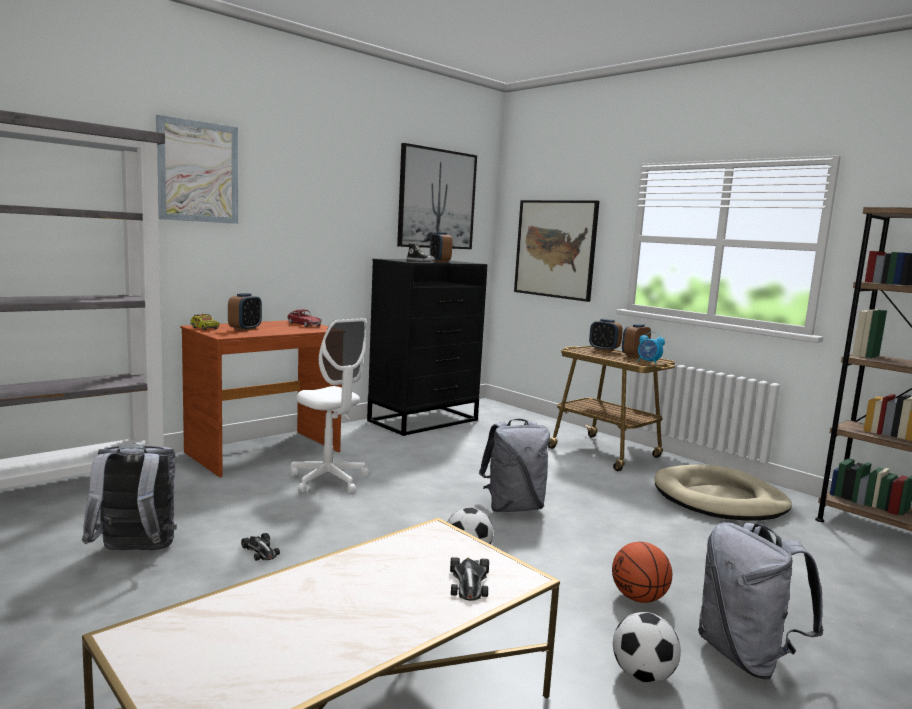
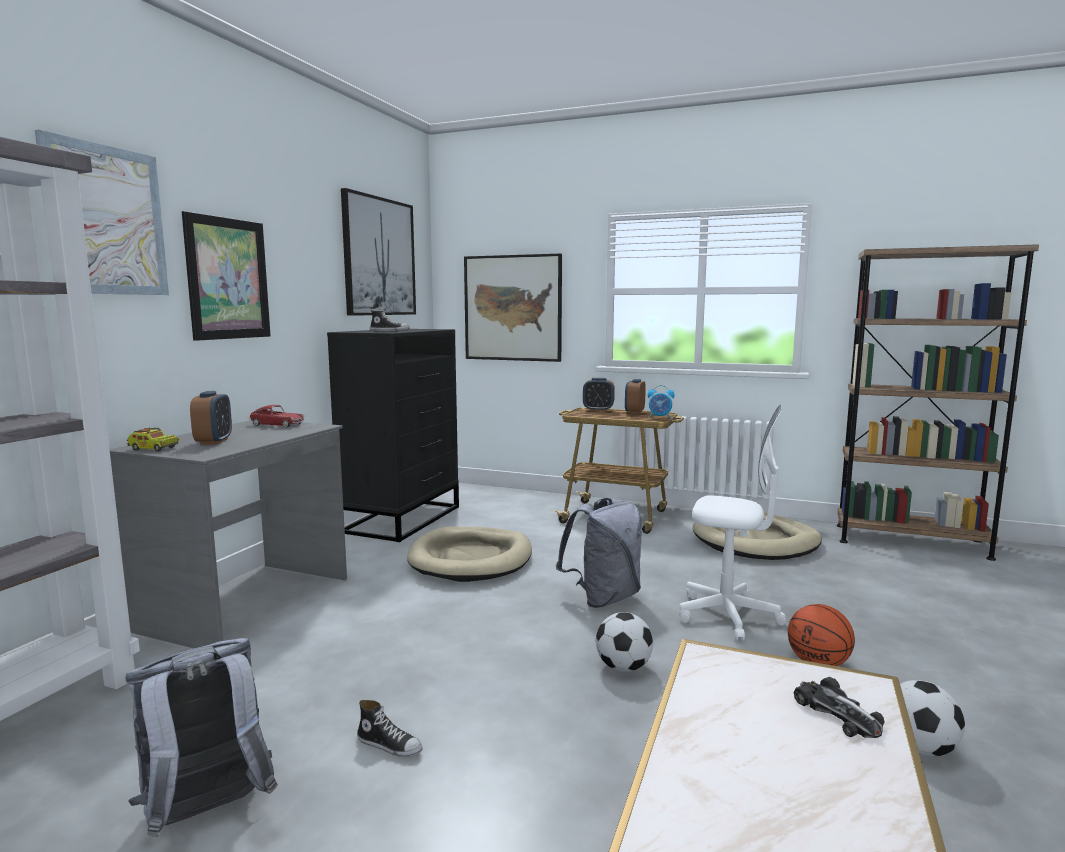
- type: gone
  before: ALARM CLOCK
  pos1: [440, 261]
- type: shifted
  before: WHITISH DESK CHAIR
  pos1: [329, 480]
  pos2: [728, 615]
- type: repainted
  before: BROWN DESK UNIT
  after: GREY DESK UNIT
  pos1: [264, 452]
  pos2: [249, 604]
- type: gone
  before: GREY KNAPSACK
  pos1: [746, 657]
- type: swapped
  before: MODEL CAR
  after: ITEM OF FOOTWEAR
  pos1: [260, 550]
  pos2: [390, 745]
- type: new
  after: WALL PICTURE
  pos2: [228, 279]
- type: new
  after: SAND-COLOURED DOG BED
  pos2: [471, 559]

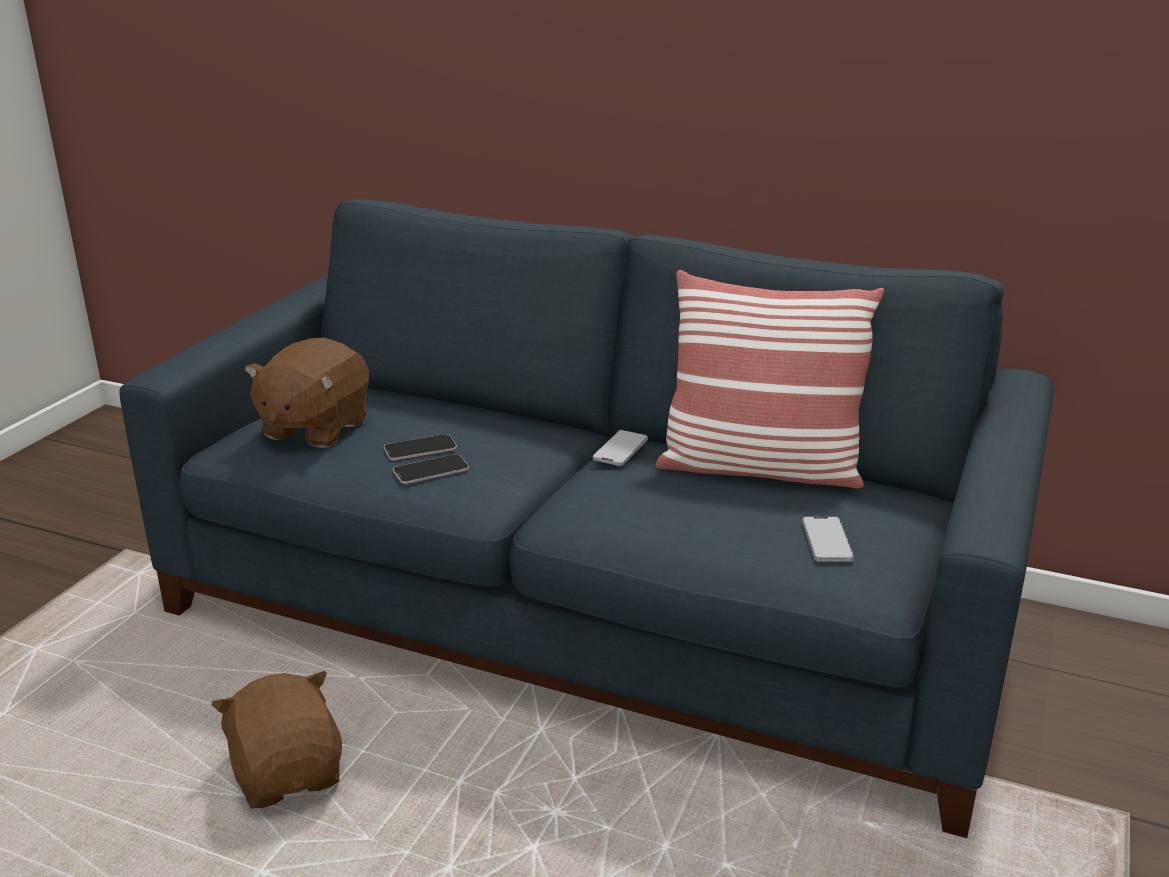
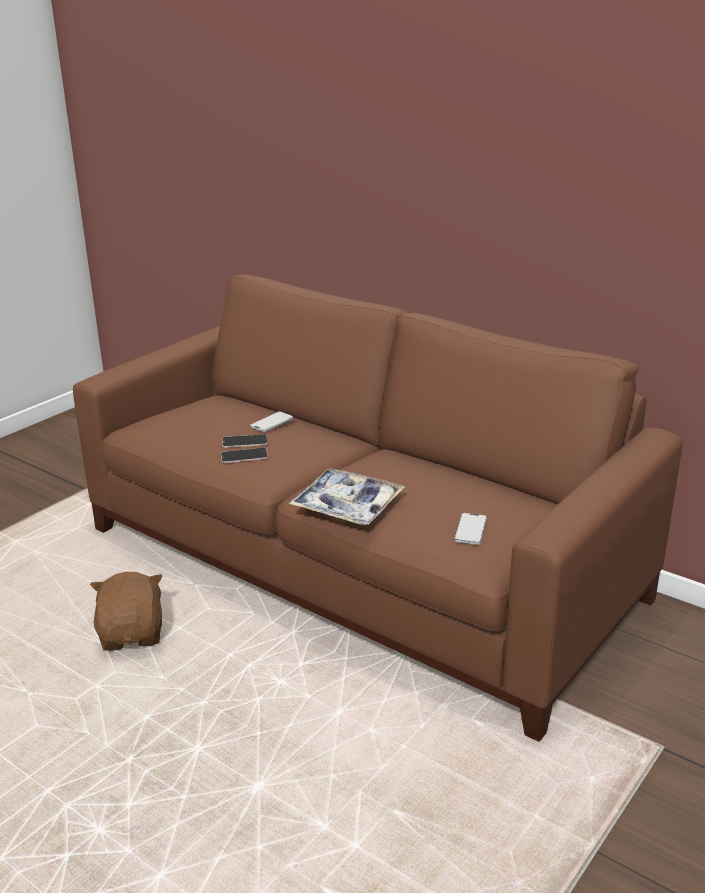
- type: repainted
  before: BLUE-COLOURED SOFA
  after: BROWN SOFA
  pos1: [588, 612]
  pos2: [356, 564]
- type: gone
  before: CUSHION
  pos1: [759, 468]
- type: gone
  before: BROWN SOFT TOY
  pos1: [314, 428]
- type: shifted
  before: TELEPHONE
  pos1: [620, 449]
  pos2: [272, 422]
- type: new
  after: CARRYING TRAY
  pos2: [347, 506]

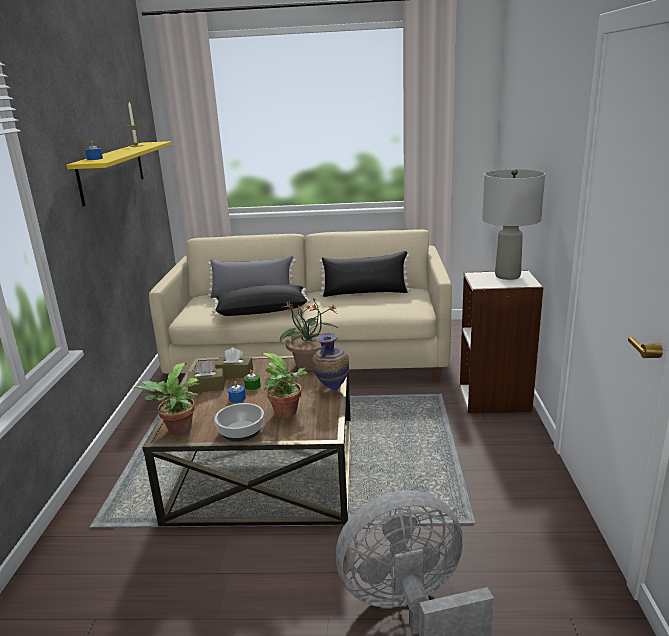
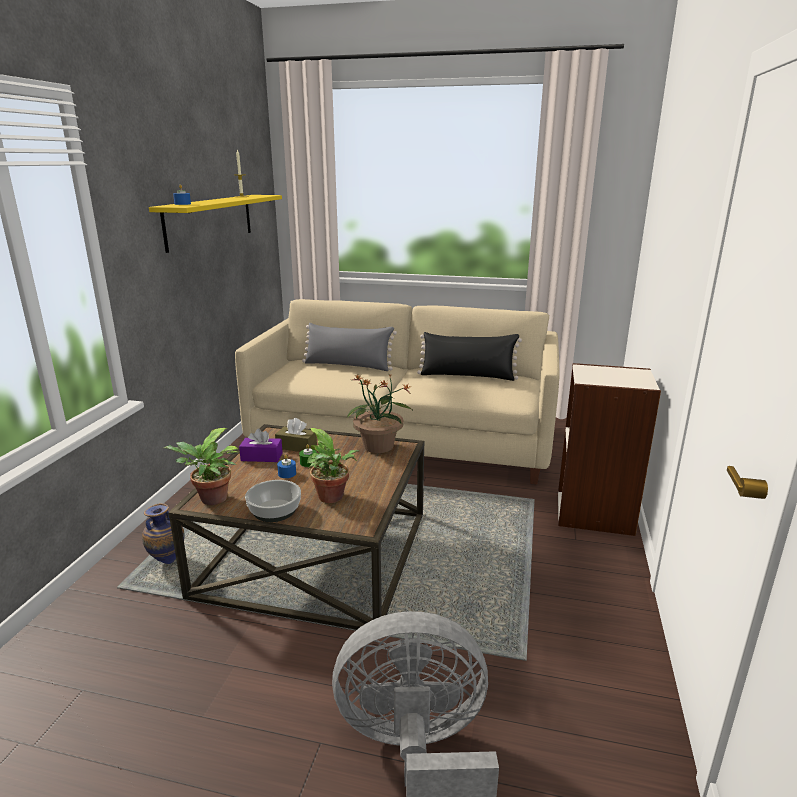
- type: gone
  before: GREY LAMP FOR A TABLE
  pos1: [507, 276]
- type: gone
  before: BLACKISH CUSHION
  pos1: [262, 310]
- type: shifted
  before: VASE
  pos1: [331, 389]
  pos2: [168, 561]
- type: repainted
  before: BROWN TISSUE BOX
  after: PURPLISH TISSUE BOX
  pos1: [207, 387]
  pos2: [261, 457]

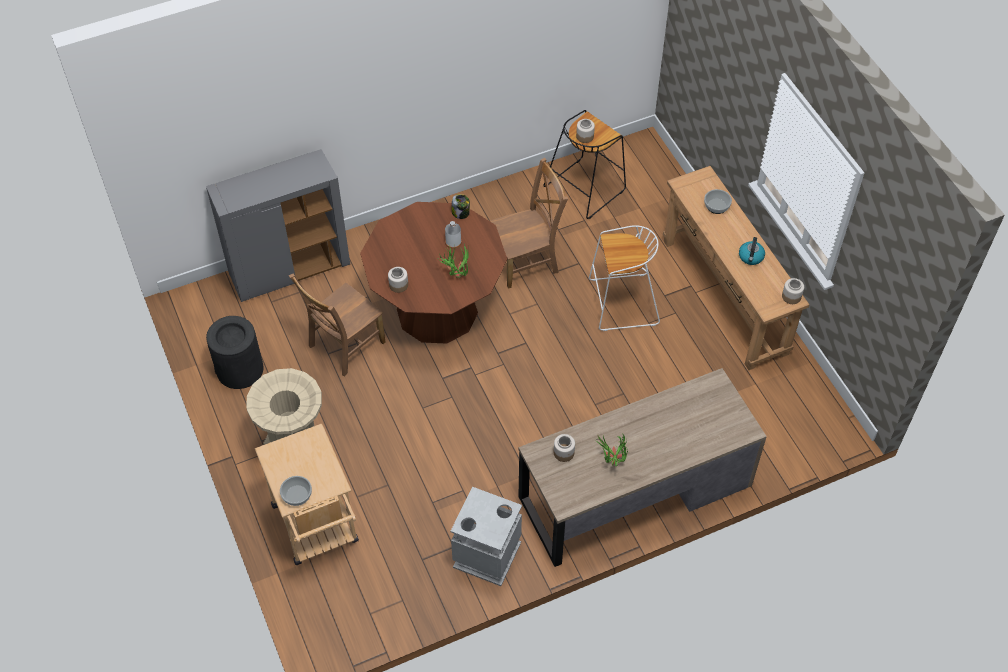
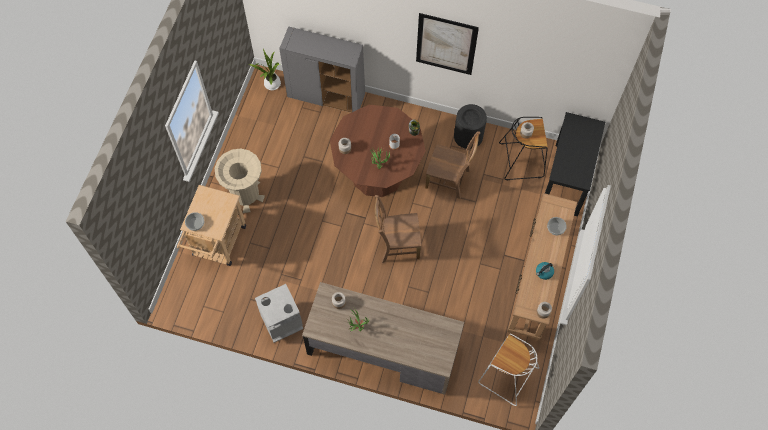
- type: shifted
  before: WHITISH SITTING STOOL
  pos1: [622, 303]
  pos2: [506, 375]
- type: shifted
  before: BROWN PLAIN CHAIR
  pos1: [344, 346]
  pos2: [396, 244]
- type: shifted
  before: BLACKISH RUBBISH BIN
  pos1: [240, 369]
  pos2: [468, 136]
- type: new
  after: WALL PICTURE
  pos2: [446, 44]
- type: new
  after: PLANT IN A POT
  pos2: [271, 84]
- type: new
  after: BLACKISH DESK UNIT
  pos2: [566, 179]

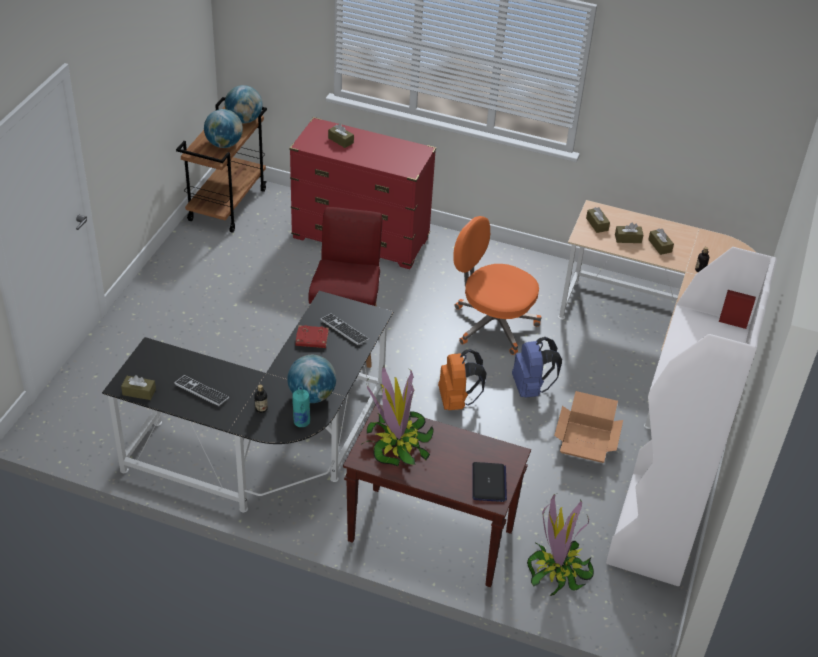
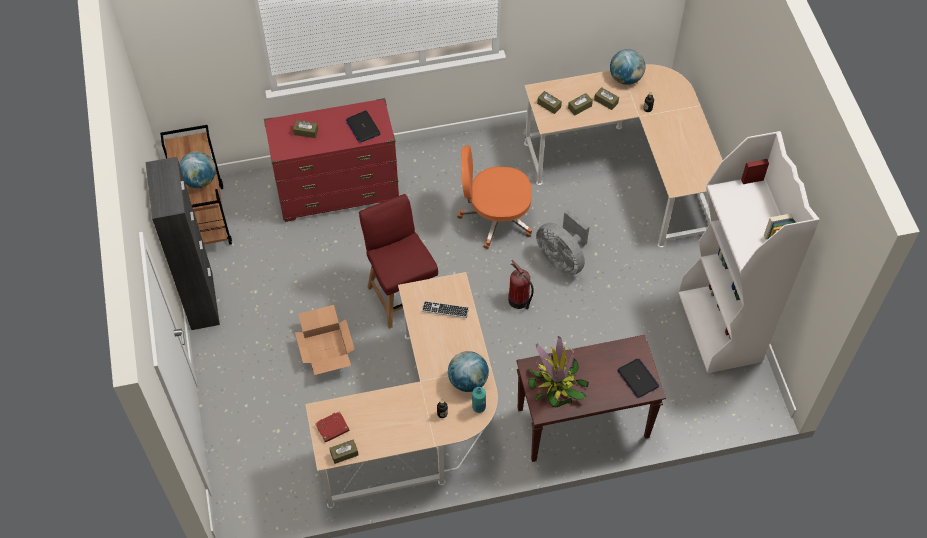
- type: shifted
  before: GLOBE
  pos1: [244, 120]
  pos2: [625, 78]
- type: repainted
  before: BLACKISH DESK UNIT
  after: SAND-COLOURED DESK UNIT
  pos1: [268, 451]
  pos2: [421, 424]
- type: shifted
  before: RED-COLOURED BOOK
  pos1: [311, 339]
  pos2: [332, 428]
- type: swapped
  before: BLUE-COLOURED KNAPSACK
  after: GREY ELECTRIC FAN
  pos1: [531, 388]
  pos2: [562, 259]
- type: swapped
  before: ORANGE-COLOURED KNAPSACK
  after: FIRE EXTINGUISHER
  pos1: [457, 401]
  pos2: [519, 301]
- type: gone
  before: COMPUTER KEYBOARD
  pos1: [201, 391]
- type: shifted
  before: CARTON
  pos1: [585, 441]
  pos2: [325, 349]
- type: gone
  before: PLANT IN A POT
  pos1: [557, 569]
- type: new
  after: LAPTOP
  pos2: [363, 127]
- type: new
  after: BLACKISH STORAGE CABINET
  pos2: [202, 301]

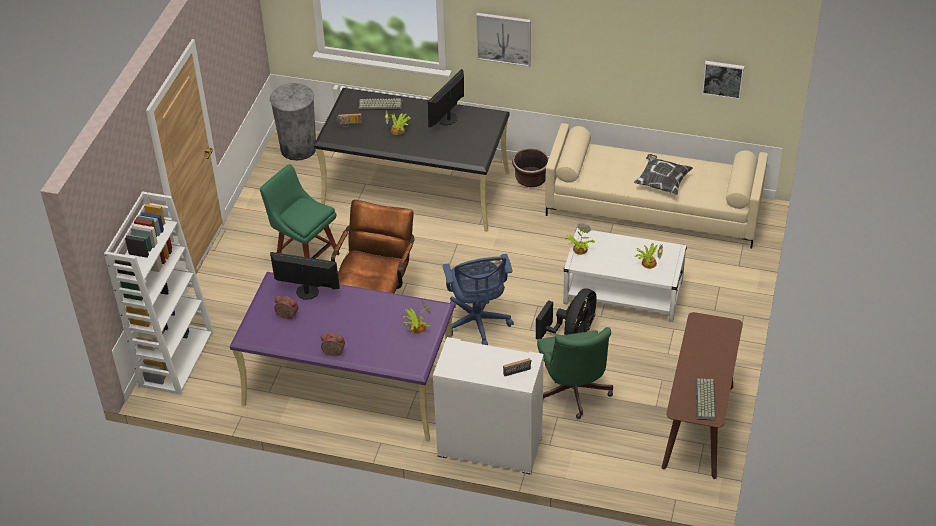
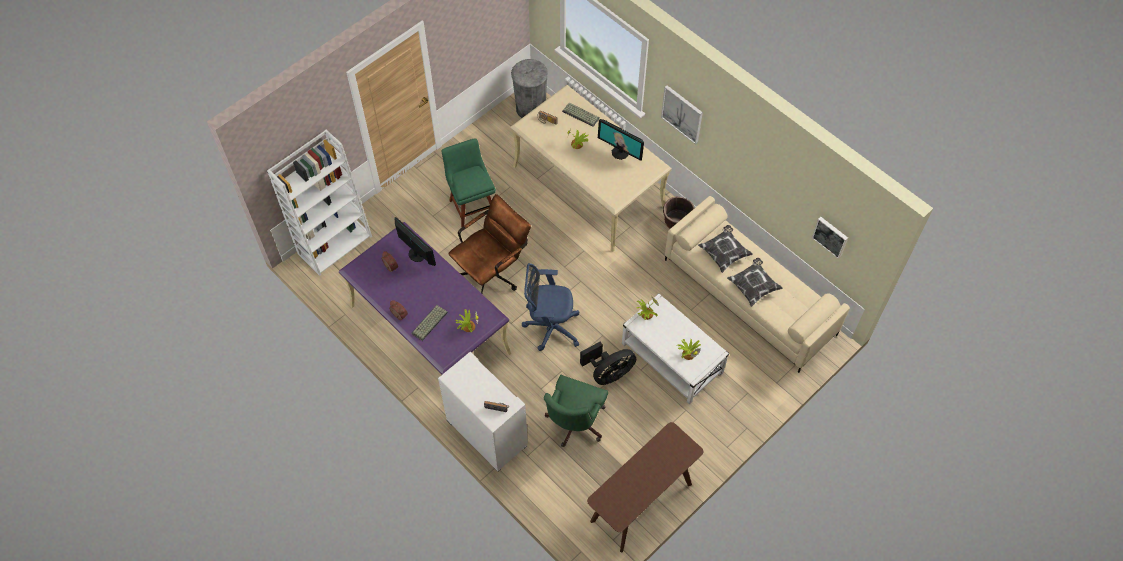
- type: rotated
  before: COMPUTER DISPLAY
  pos1: [447, 119]
  pos2: [620, 152]
  turn: -120
- type: repainted
  before: BLACKISH DESK UNIT
  after: SAND-COLOURED DESK UNIT
  pos1: [416, 188]
  pos2: [589, 187]
- type: rotated
  before: BLUE-COLOURED DESK CHAIR
  pos1: [478, 323]
  pos2: [550, 327]
  turn: 75
- type: shifted
  before: COMPUTER KEYBOARD
  pos1: [706, 400]
  pos2: [430, 323]
- type: new
  after: CUSHION
  pos2: [724, 253]

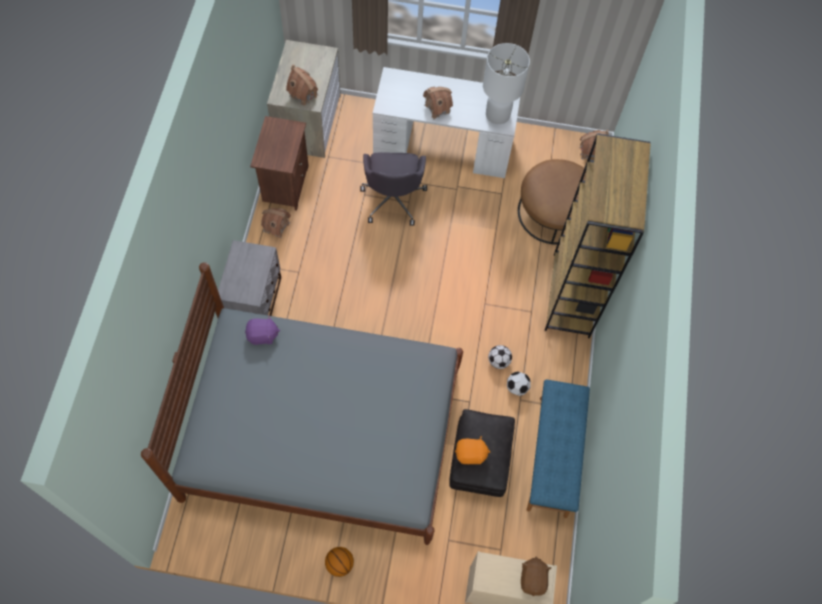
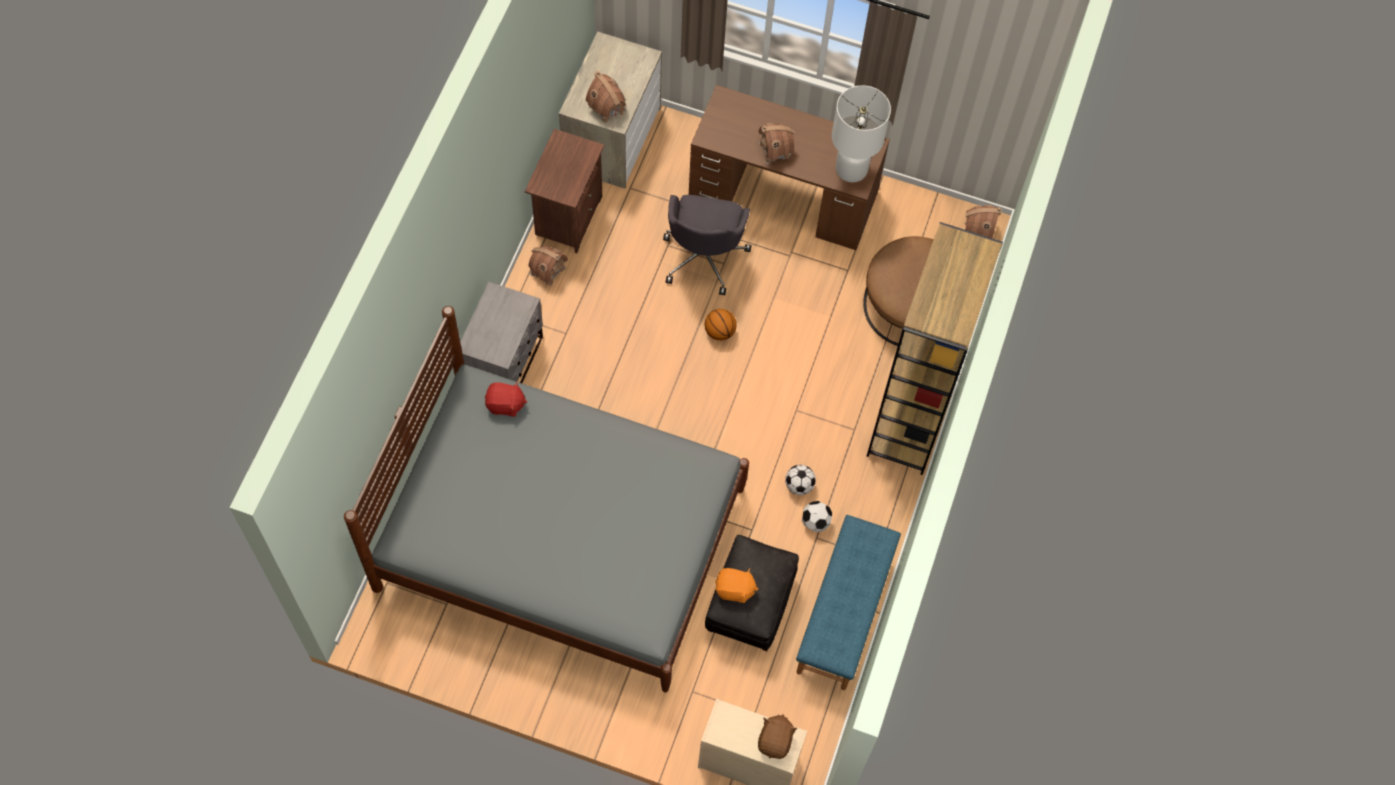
- type: repainted
  before: WHITISH DESK UNIT
  after: BROWN DESK UNIT
  pos1: [443, 145]
  pos2: [783, 194]
- type: repainted
  before: PURPLISH SOFT TOY
  after: RED-COLOURED SOFT TOY
  pos1: [262, 335]
  pos2: [505, 405]
- type: shifted
  before: BALL FOR BASKETBALL
  pos1: [339, 564]
  pos2: [720, 331]

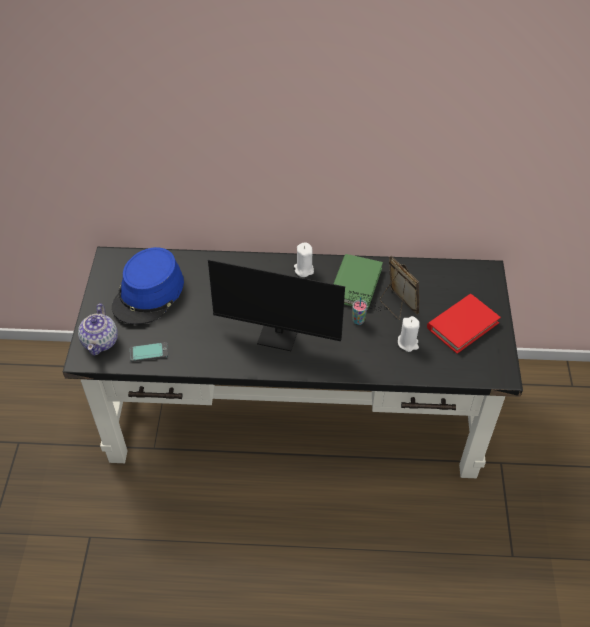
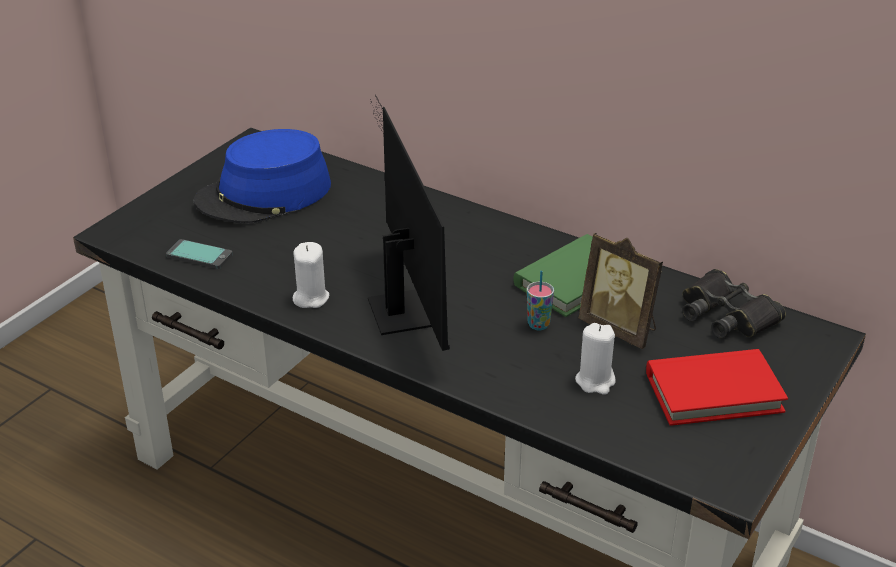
- type: shifted
  before: WHITISH WAX CANDLE
  pos1: [303, 269]
  pos2: [310, 298]
- type: rotated
  before: PICTURE FRAME
  pos1: [397, 306]
  pos2: [620, 328]
  turn: 135
- type: rotated
  before: COMPUTER DISPLAY
  pos1: [284, 337]
  pos2: [405, 304]
  turn: -150
- type: gone
  before: TEAPOT
  pos1: [101, 341]
- type: new
  after: BLACKISH FIELD GLASSES
  pos2: [727, 314]

